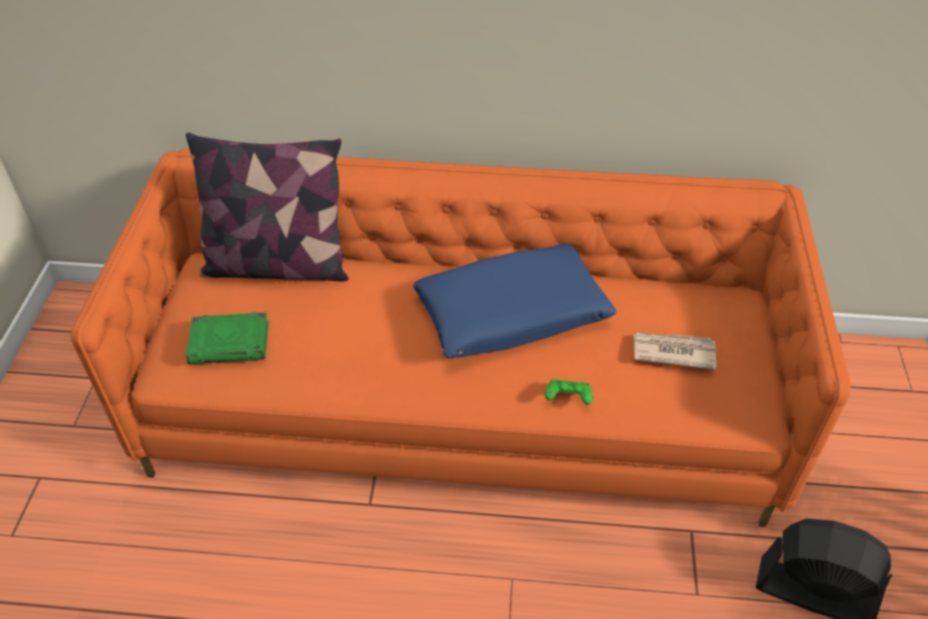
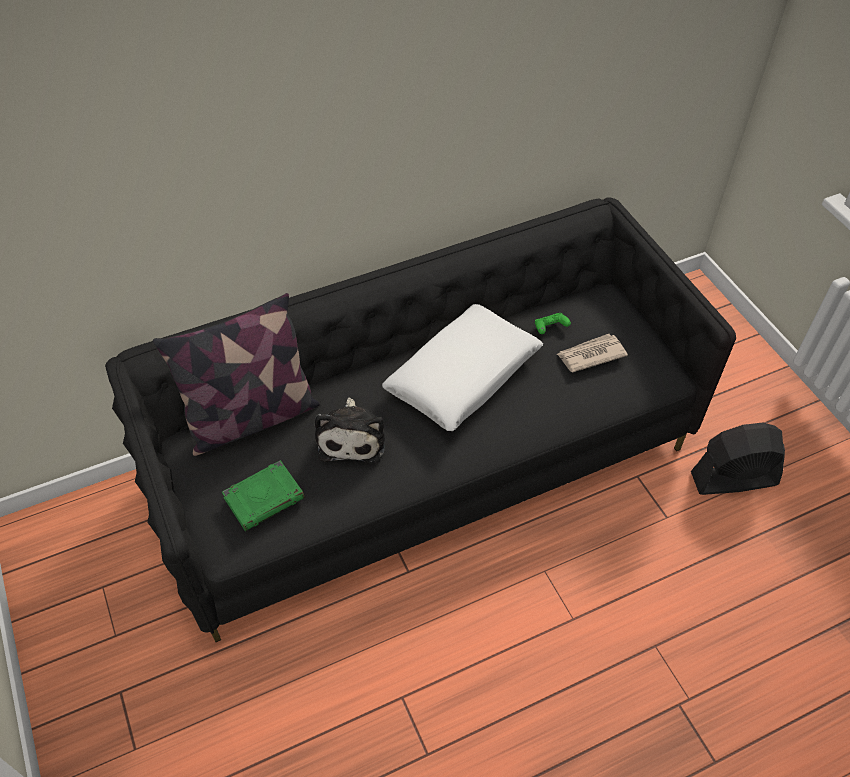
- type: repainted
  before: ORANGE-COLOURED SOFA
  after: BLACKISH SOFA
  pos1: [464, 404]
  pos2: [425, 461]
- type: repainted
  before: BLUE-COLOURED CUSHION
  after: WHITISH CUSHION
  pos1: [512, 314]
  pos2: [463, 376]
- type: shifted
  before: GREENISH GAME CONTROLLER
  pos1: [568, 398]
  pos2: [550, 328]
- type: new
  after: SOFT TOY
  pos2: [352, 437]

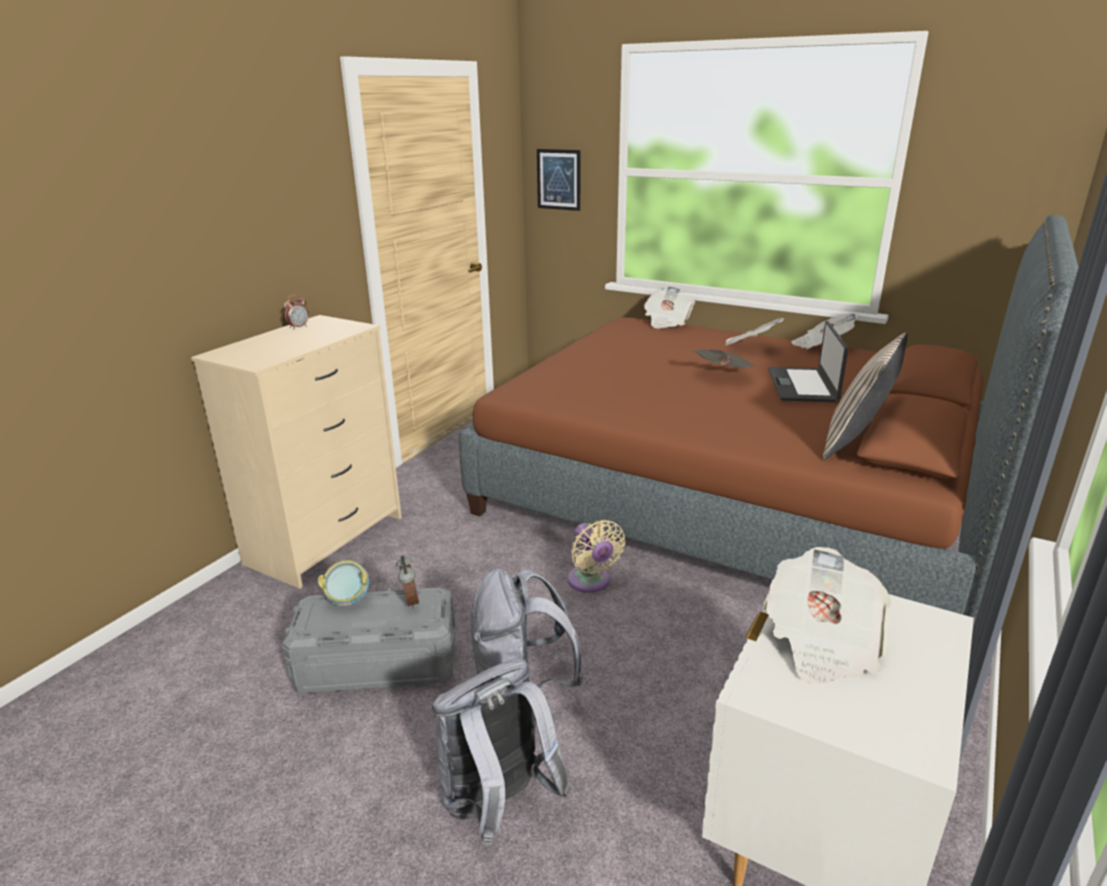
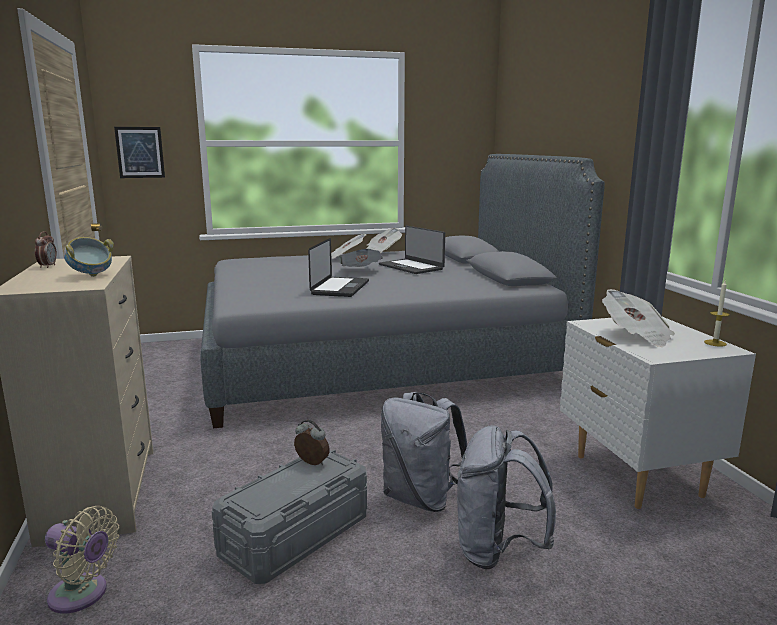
- type: repainted
  before: BROWN SLEEPING BED
  after: GREY SLEEPING BED
  pos1: [737, 498]
  pos2: [379, 361]
- type: gone
  before: DAILY PAPER
  pos1: [667, 321]
- type: gone
  before: SAND-COLOURED CUSHION
  pos1: [857, 442]
- type: shifted
  before: SAND-COLOURED ELECTRIC FAN
  pos1: [591, 582]
  pos2: [82, 595]
- type: shifted
  before: BOWL
  pos1: [348, 601]
  pos2: [90, 276]
- type: new
  after: LAPTOP
  pos2: [340, 288]
- type: new
  after: WAX CANDLE
  pos2: [715, 343]

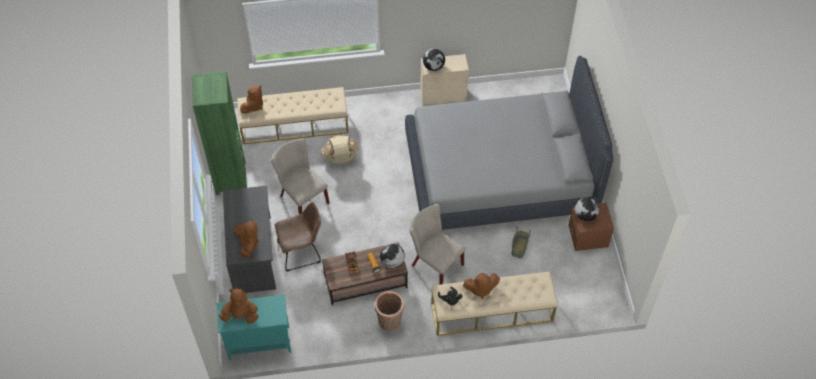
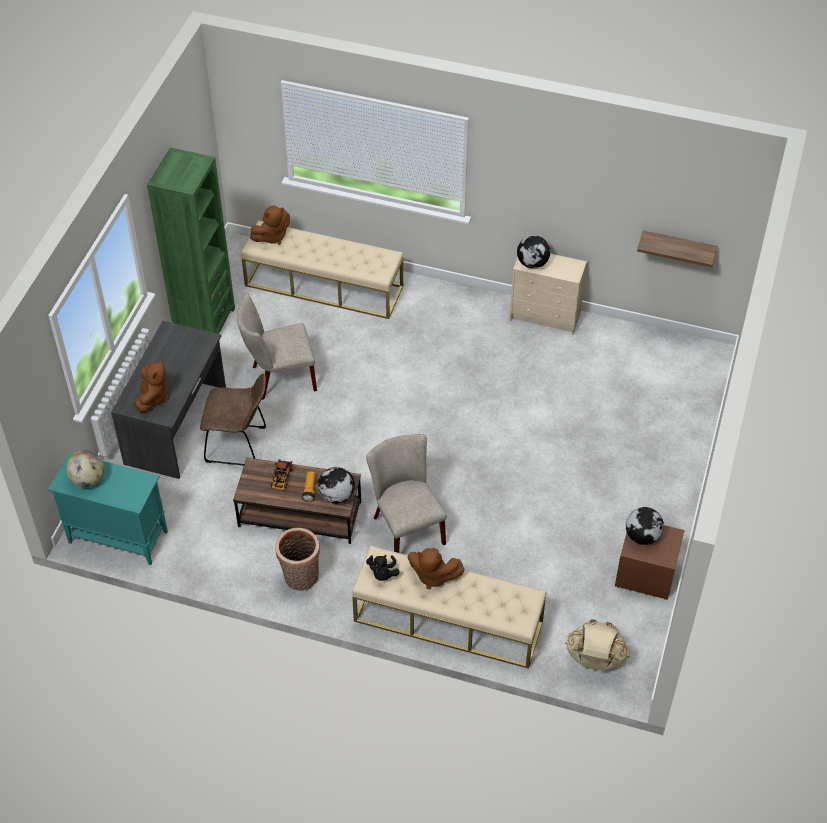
- type: gone
  before: GREY SLEEPING BED
  pos1: [500, 176]
- type: shifted
  before: SAND-COLOURED KNAPSACK
  pos1: [340, 158]
  pos2: [595, 659]
- type: rotated
  before: SAND-COLOURED PLAIN CHAIR
  pos1: [302, 198]
  pos2: [279, 378]
  turn: -90
- type: gone
  before: HOUSEHOLD BASKET
  pos1: [519, 248]
- type: swapped
  before: BROWN SOFT TOY
  after: GLOBE
  pos1: [240, 315]
  pos2: [88, 480]
- type: new
  after: BRACKET SHELF
  pos2: [678, 247]

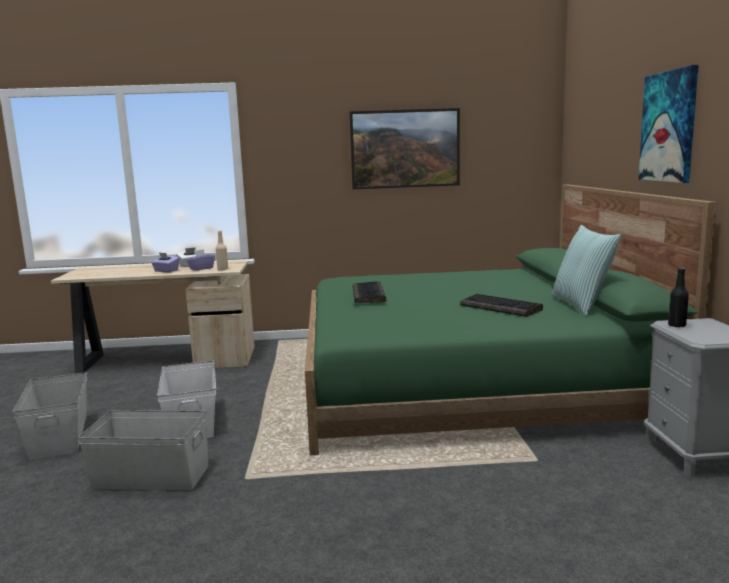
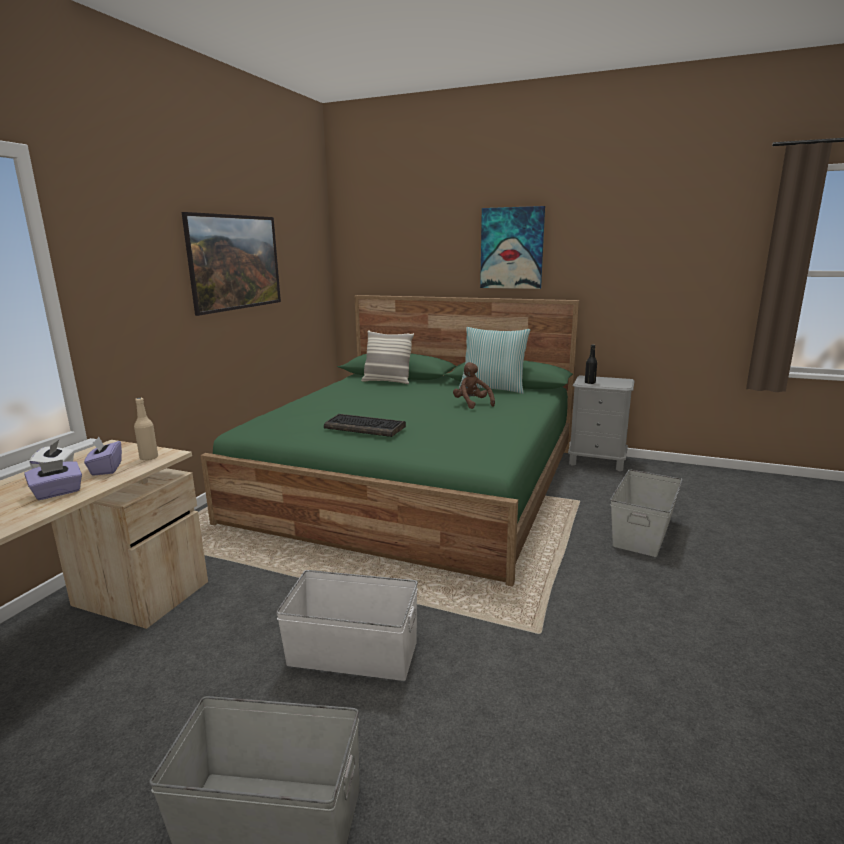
- type: swapped
  before: COMPUTER KEYBOARD
  after: BROWN SOFT TOY
  pos1: [501, 307]
  pos2: [472, 404]
- type: shifted
  before: GREY STORAGE BIN
  pos1: [150, 476]
  pos2: [641, 532]
- type: new
  after: CUSHION
  pos2: [387, 381]

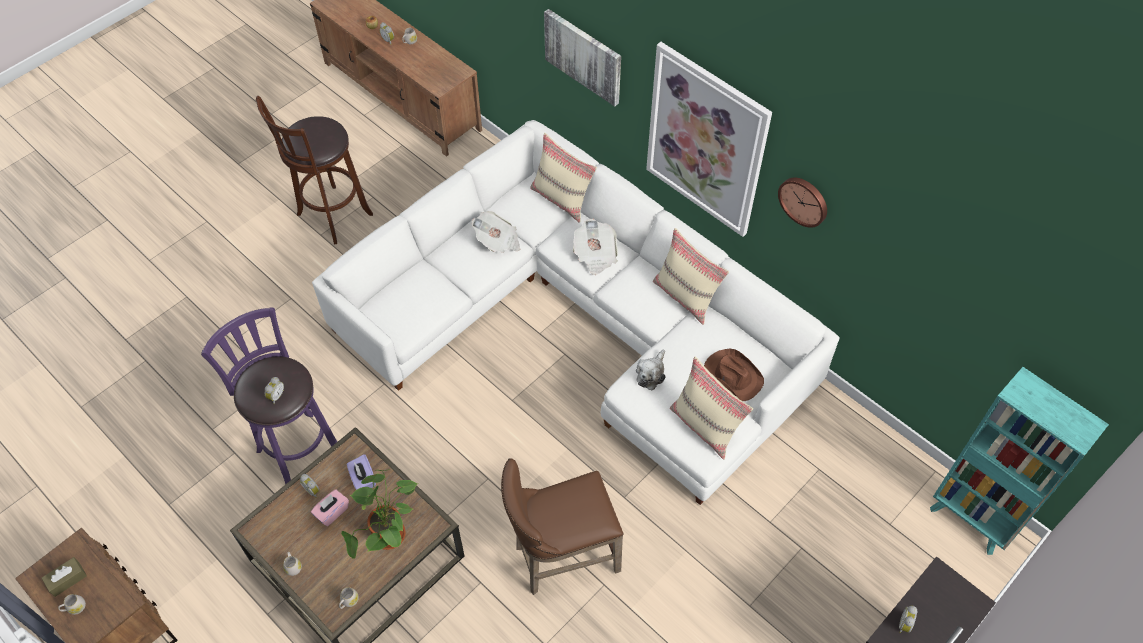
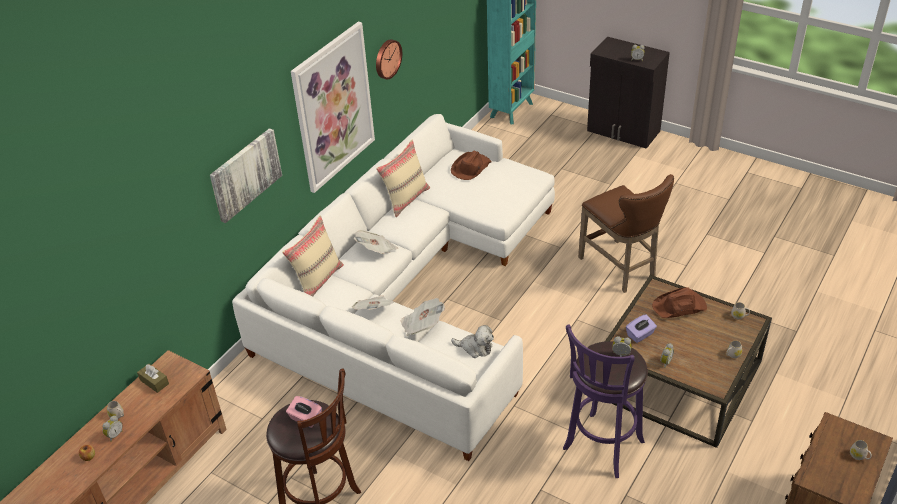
- type: shifted
  before: SOFT TOY
  pos1: [651, 374]
  pos2: [475, 348]
- type: gone
  before: SAND-COLOURED CUSHION
  pos1: [705, 426]
- type: swapped
  before: PLANT IN A POT
  after: BROWN WEARABLE HAT
  pos1: [390, 538]
  pos2: [680, 307]
- type: shifted
  before: PINKISH TISSUE BOX
  pos1: [332, 512]
  pos2: [305, 419]
- type: shifted
  before: BROWN TISSUE BOX
  pos1: [67, 579]
  pos2: [154, 382]
- type: new
  after: DAILY PAPER
  pos2: [422, 325]

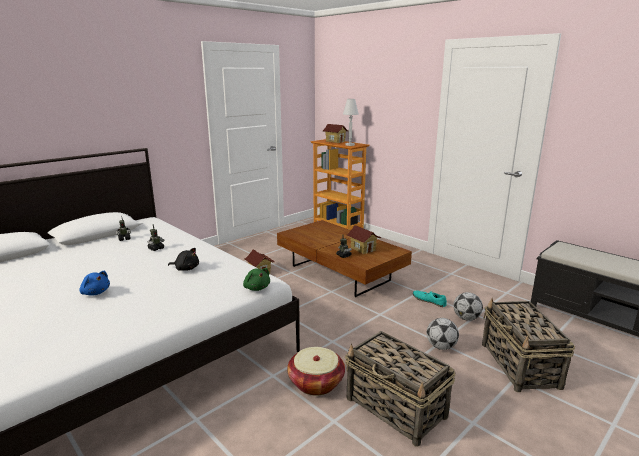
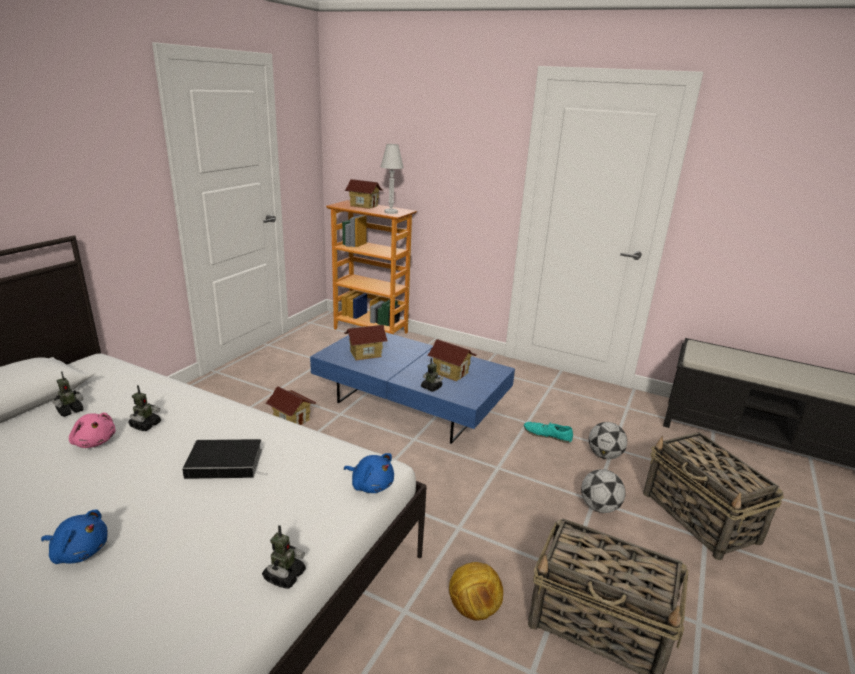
- type: repainted
  before: BROWN LOW TABLE
  after: BLUE-COLOURED LOW TABLE
  pos1: [339, 273]
  pos2: [409, 406]
- type: swapped
  before: BLACKISH SOFT TOY
  after: BOOK
  pos1: [186, 268]
  pos2: [227, 463]
- type: repainted
  before: GREENISH SOFT TOY
  after: BLUE-COLOURED SOFT TOY
  pos1: [256, 288]
  pos2: [371, 485]
- type: swapped
  before: HOUSEHOLD BASKET
  after: FOOTBALL BALL
  pos1: [316, 383]
  pos2: [473, 608]
- type: new
  after: MINIATURE HOUSE
  pos2: [365, 354]
- type: new
  after: PINKISH SOFT TOY
  pos2: [94, 441]
- type: new
  after: MODEL ROBOT
  pos2: [284, 576]

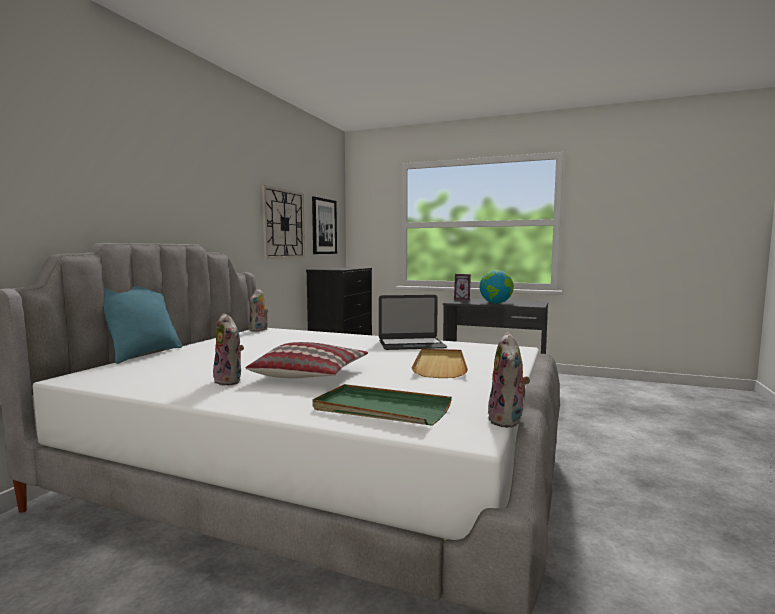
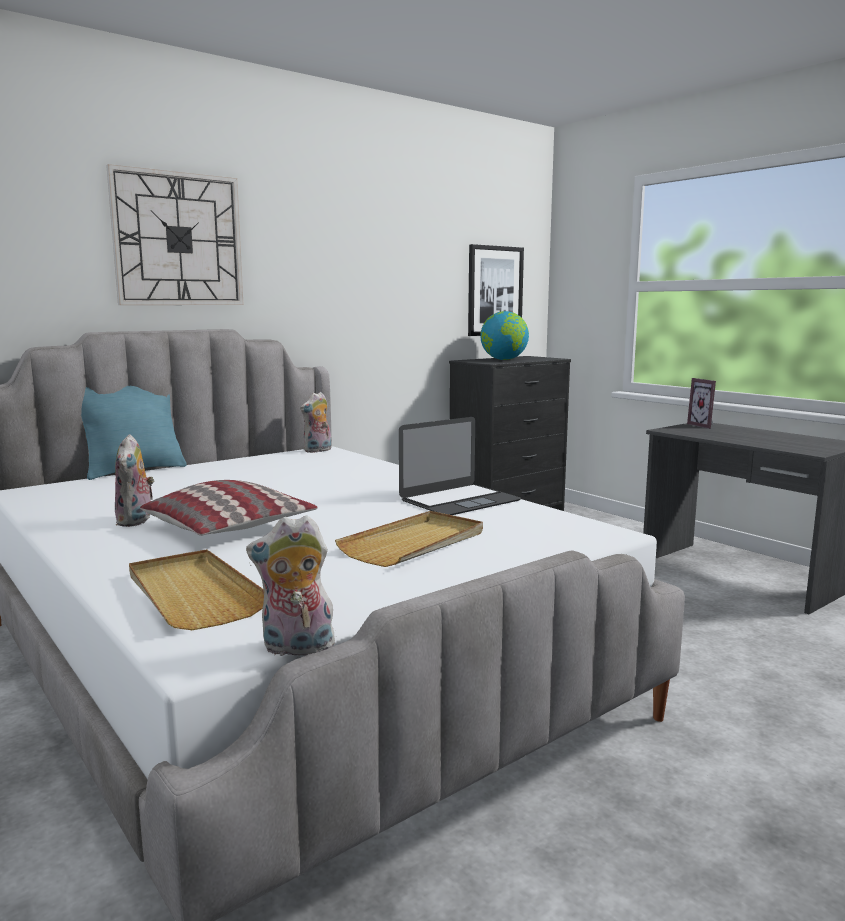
- type: shifted
  before: HANGING CLOCK
  pos1: [283, 224]
  pos2: [178, 239]
- type: shifted
  before: GLOBE
  pos1: [496, 303]
  pos2: [504, 360]
- type: rotated
  before: LAPTOP
  pos1: [411, 344]
  pos2: [459, 500]
  turn: -60
- type: rotated
  before: SOFT TOY
  pos1: [508, 421]
  pos2: [296, 649]
  turn: 45
- type: repainted
  before: GREENISH CARRYING TRAY
  after: SAND-COLOURED CARRYING TRAY
  pos1: [380, 409]
  pos2: [193, 594]

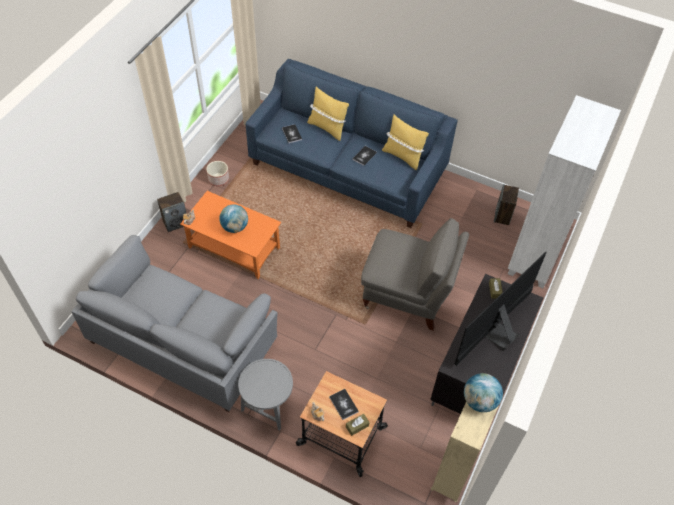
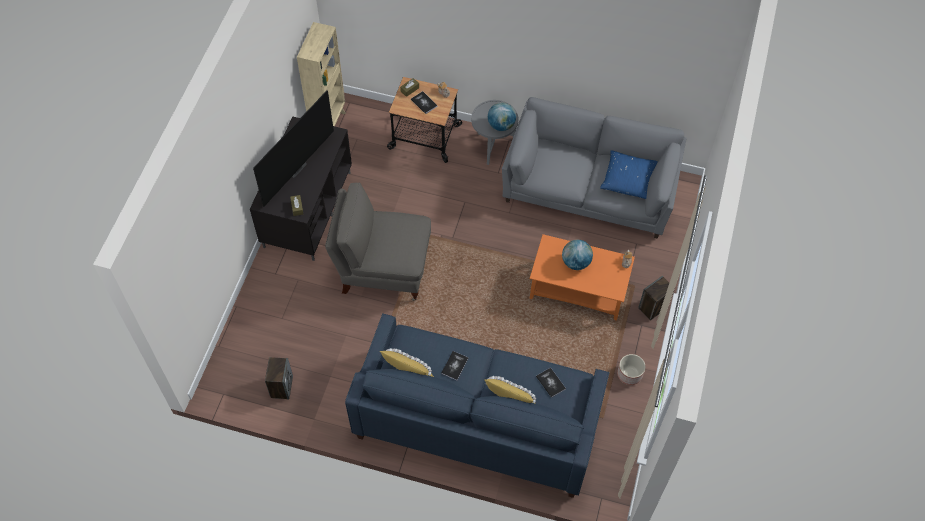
- type: gone
  before: WHITISH BOOKSHELF
  pos1: [536, 254]
- type: shifted
  before: GLOBE
  pos1: [479, 401]
  pos2: [501, 125]
- type: new
  after: BLUE-COLOURED CUSHION
  pos2: [628, 179]

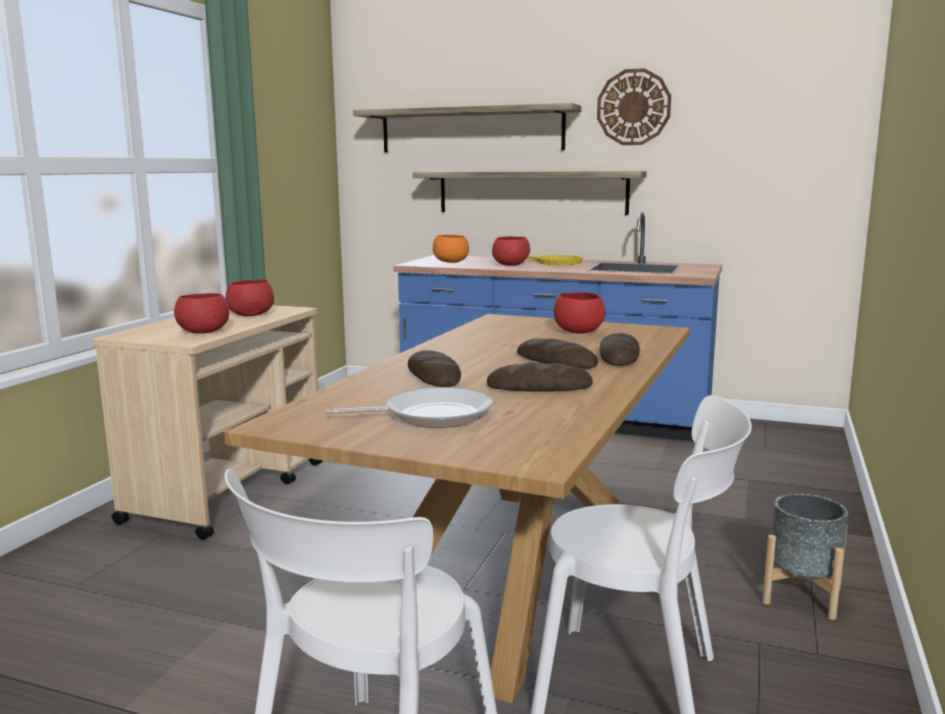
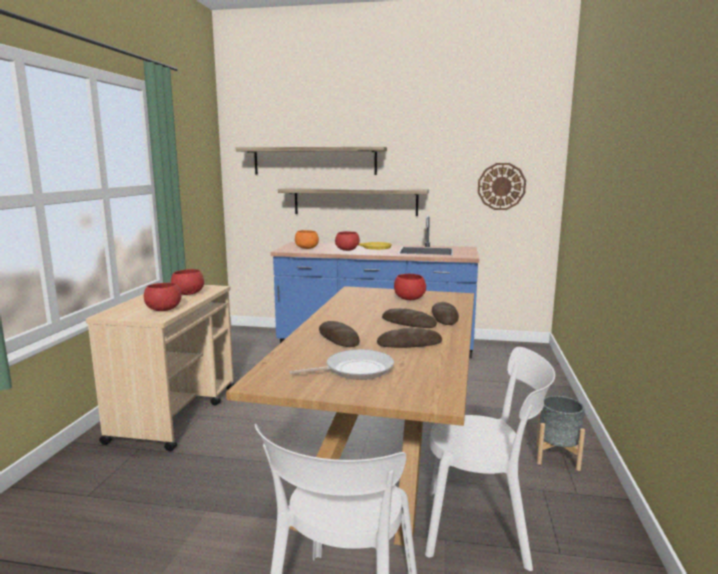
- type: shifted
  before: HANGING CLOCK
  pos1: [633, 107]
  pos2: [501, 186]

